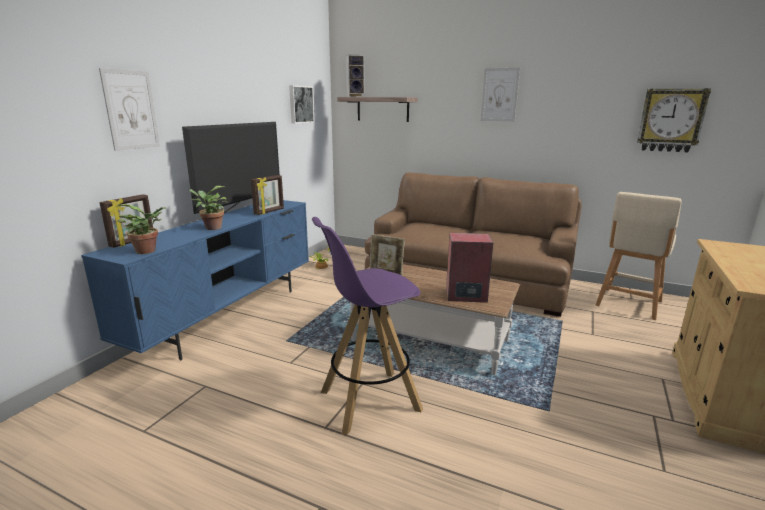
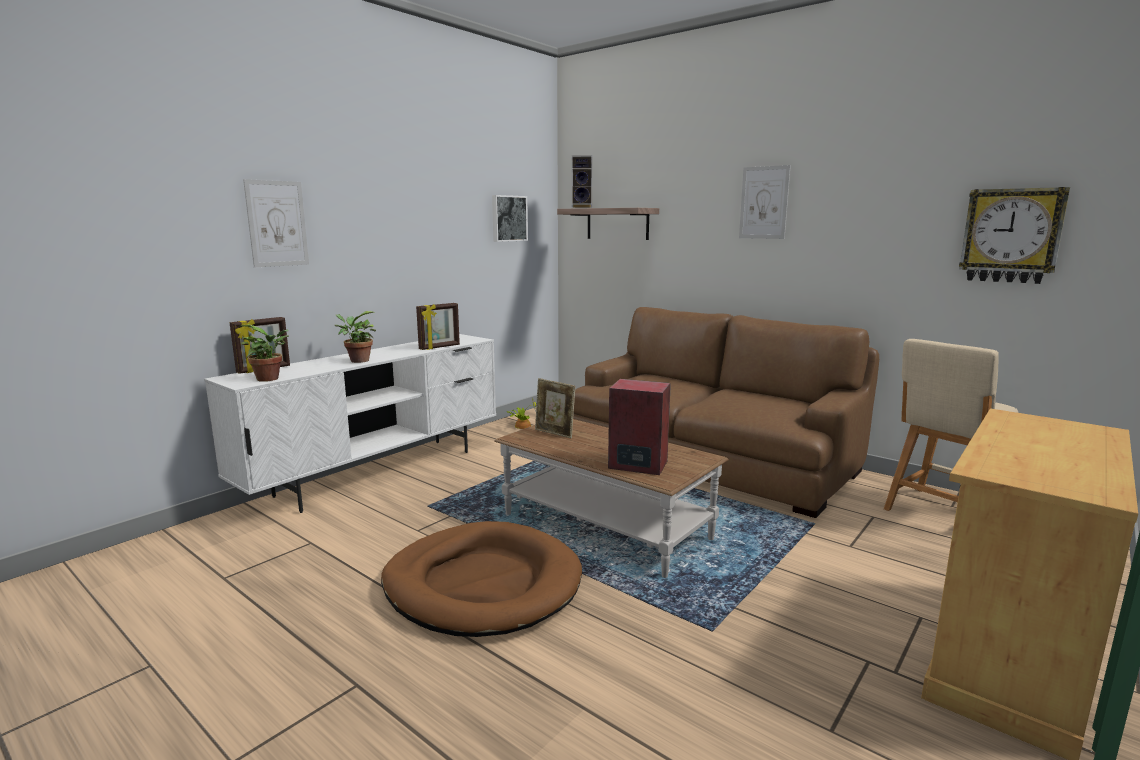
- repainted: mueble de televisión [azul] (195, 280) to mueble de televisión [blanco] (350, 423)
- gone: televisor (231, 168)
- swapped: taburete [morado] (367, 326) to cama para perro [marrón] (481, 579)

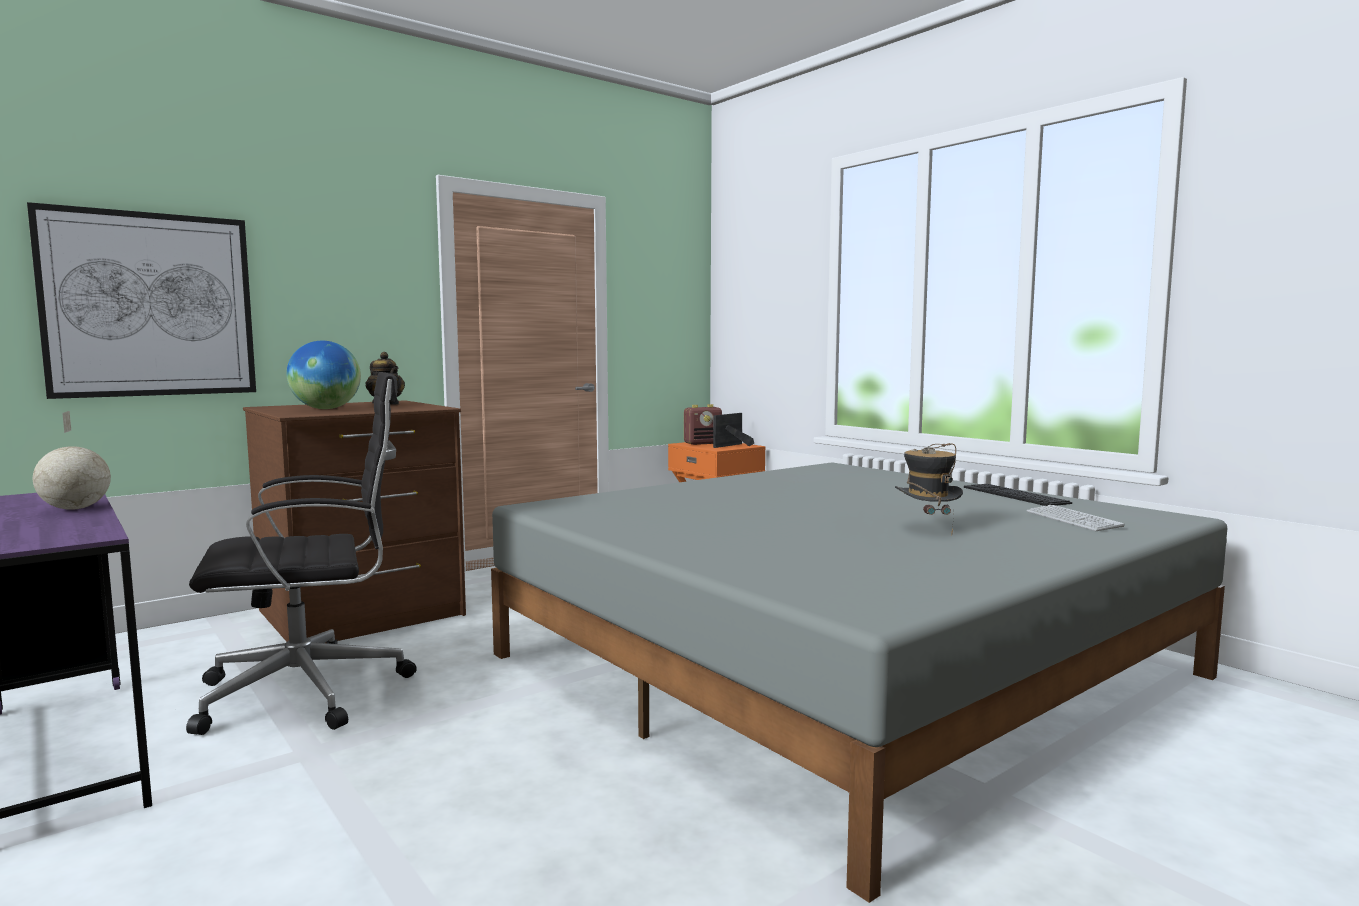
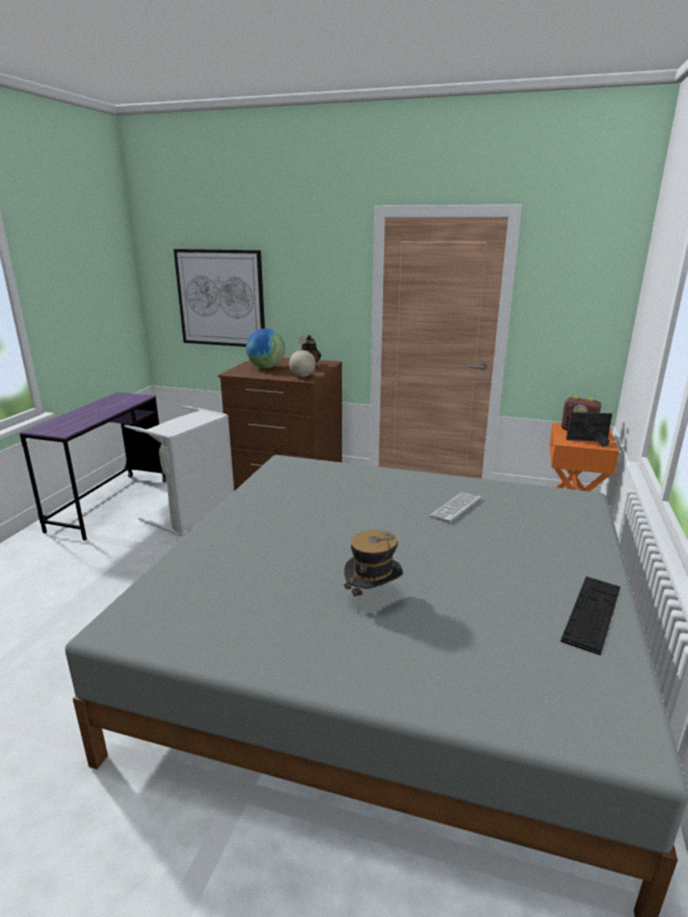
- shifted: globo terráqueo (72, 460) to (302, 356)
- swapped: silla de oficina [negro] (301, 553) to cesto de la ropa [gris] (179, 471)
- shifted: teclado (1076, 518) to (455, 507)

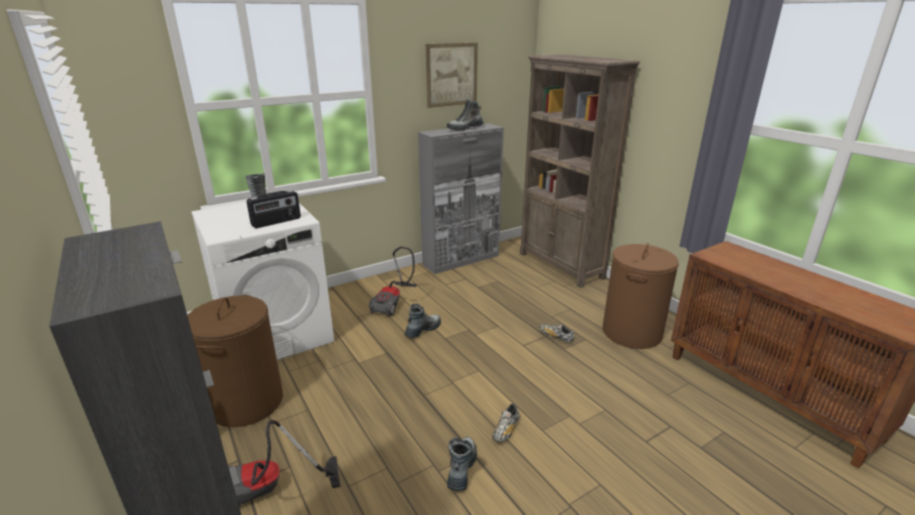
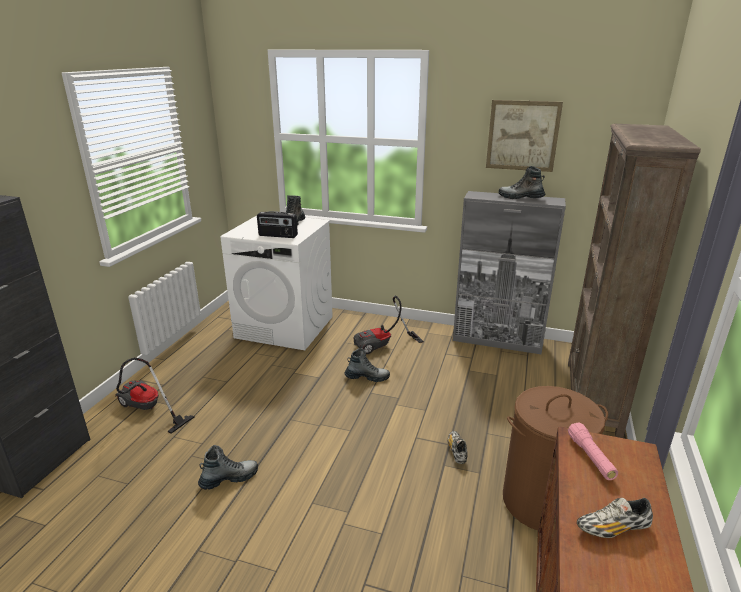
- gone: cesto de la ropa [marrón] (235, 361)
- shifted: zapato (505, 423) to (615, 518)
- new: linterna [rosa] (593, 451)

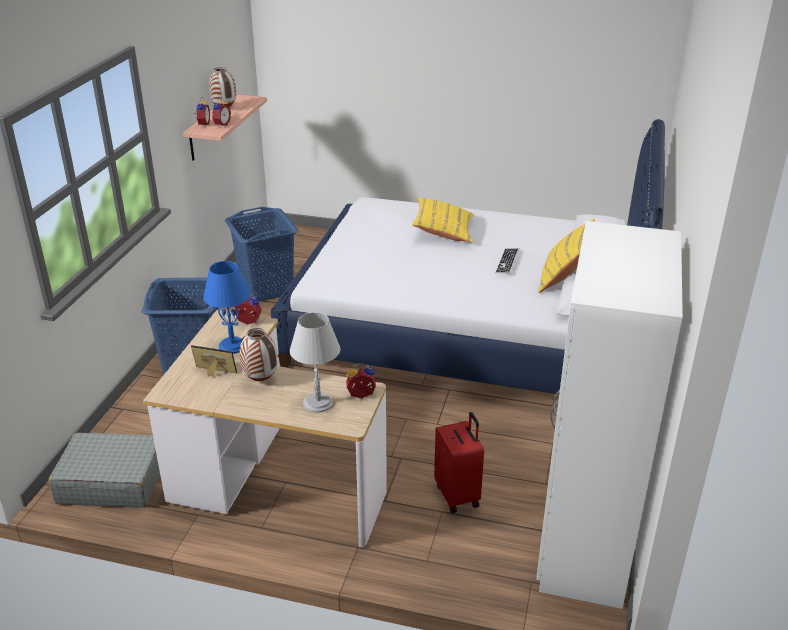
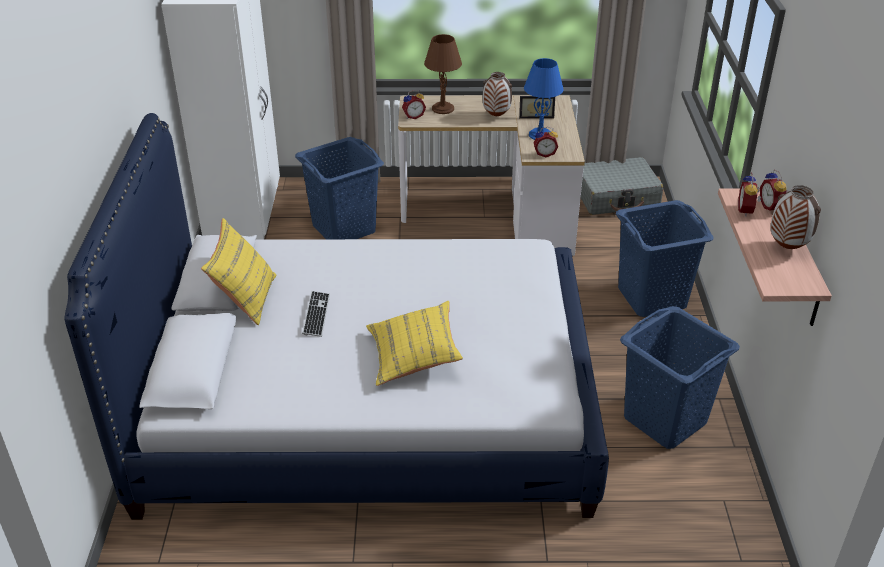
- repainted: lámpara de mesa [gris] (315, 362) to lámpara de mesa [marrón] (443, 74)
- swapped: maleta [rojo] (459, 462) to cesto de la ropa [azul] (339, 188)

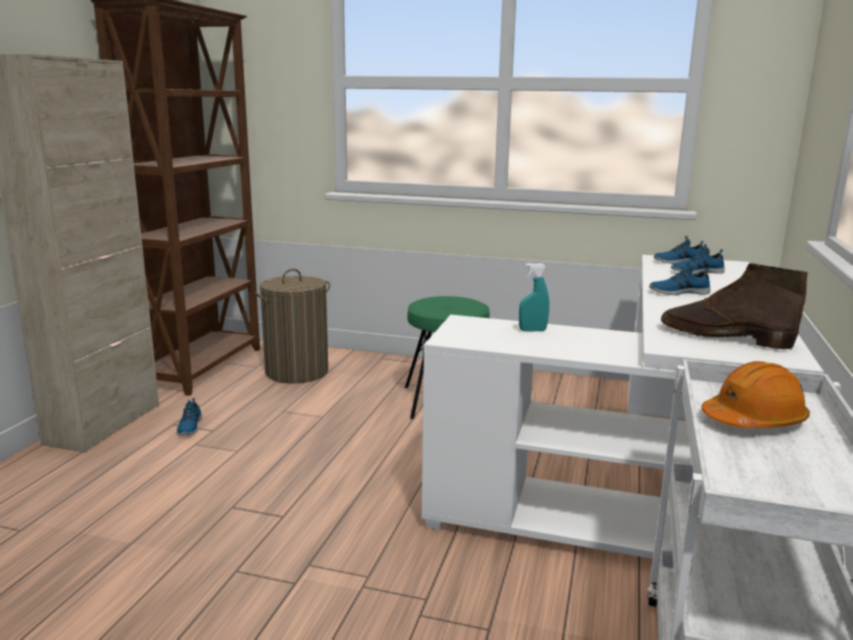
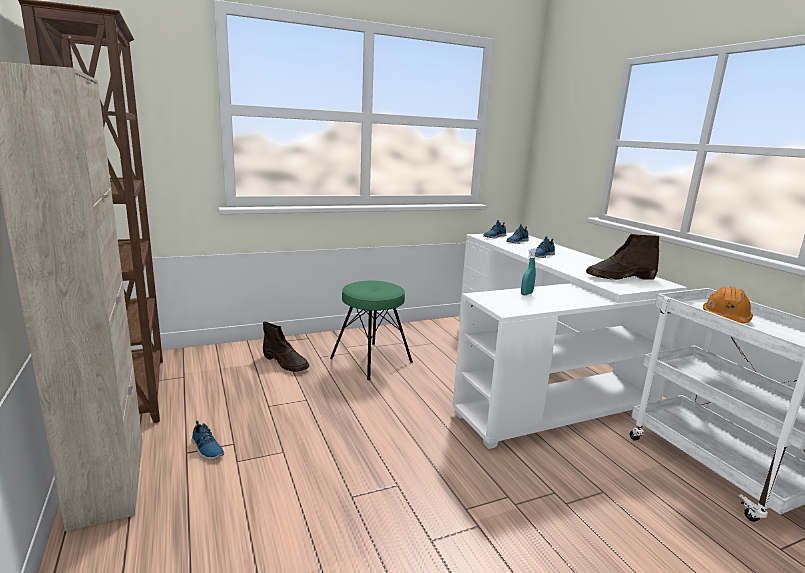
- gone: cesto de la ropa (292, 326)
- new: bota [marrón] (286, 346)

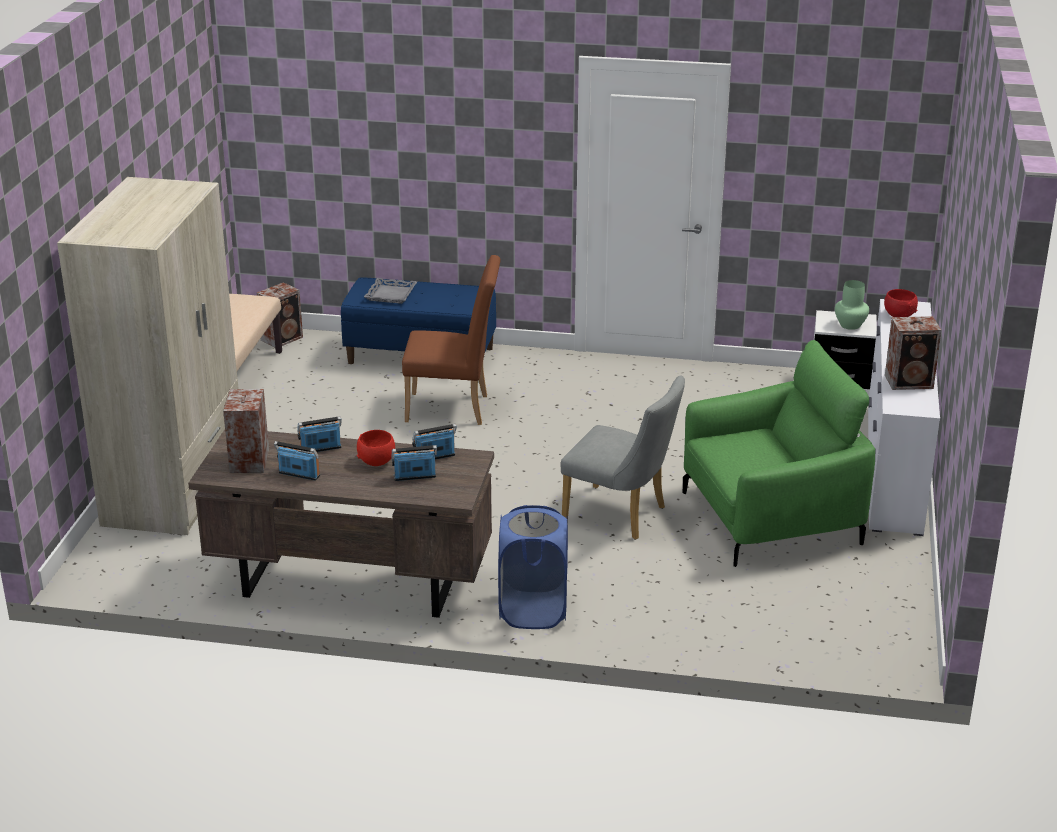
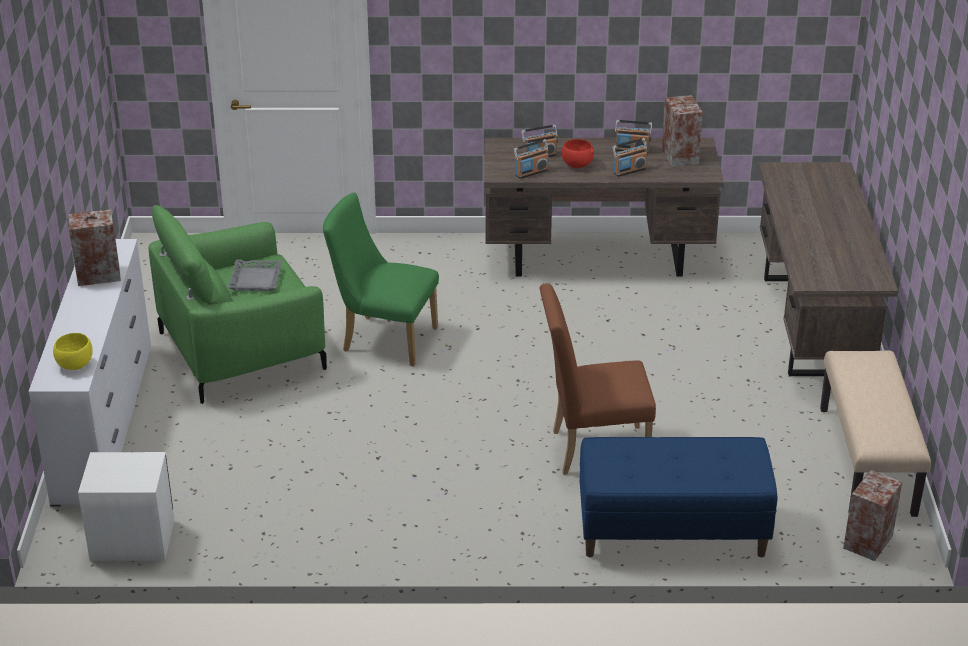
- swapped: armario ropero [beis] (148, 356) to escritorio [marrón] (828, 269)
- shifted: bandeja [gris] (390, 291) to (254, 275)
- gone: cesto de la ropa [azul] (533, 567)
- repainted: silla [gris] (623, 457) to silla [verde] (381, 279)
- gone: florero [verde] (852, 305)
- repainted: cuenco [rojo] (901, 303) to cuenco [amarillo] (73, 351)

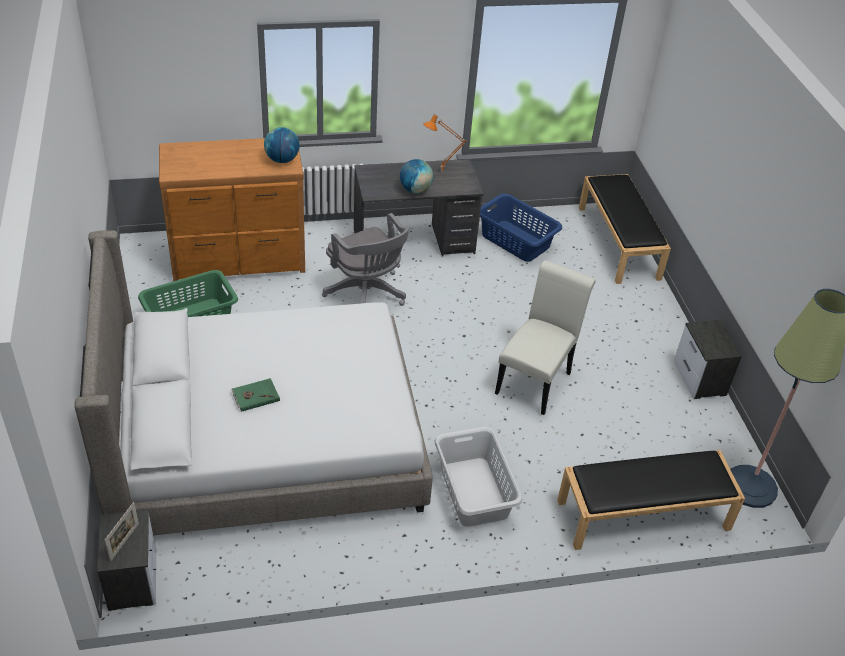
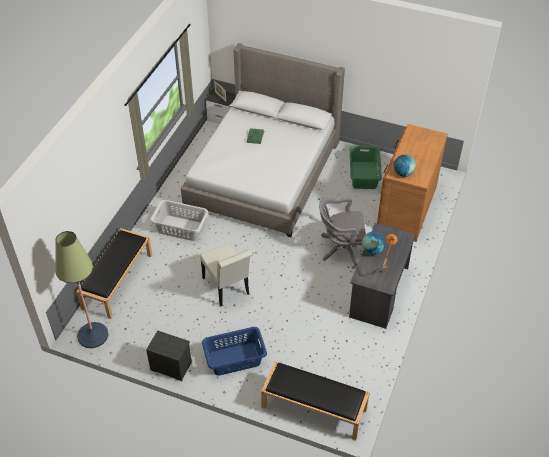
- shifted: cesto de la ropa [azul] (521, 227) to (234, 351)

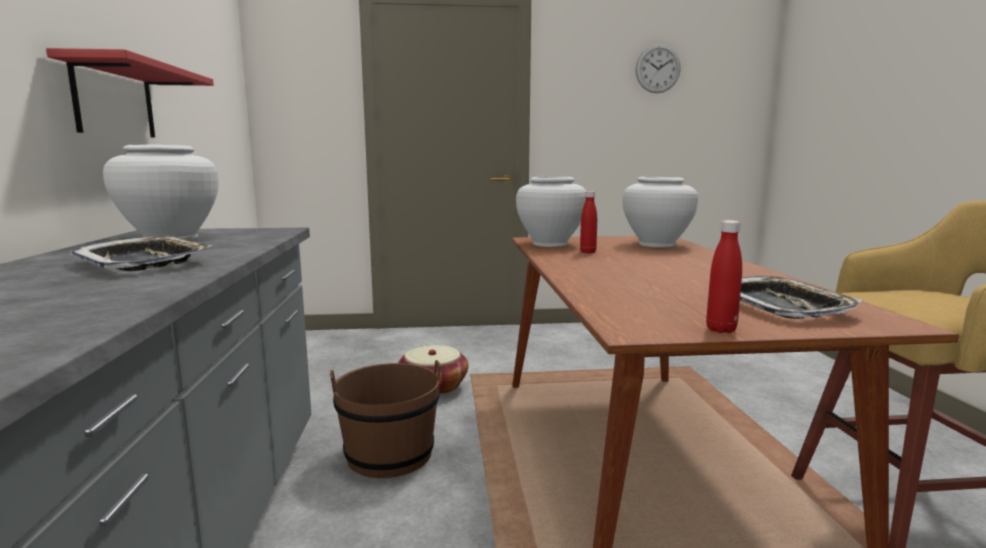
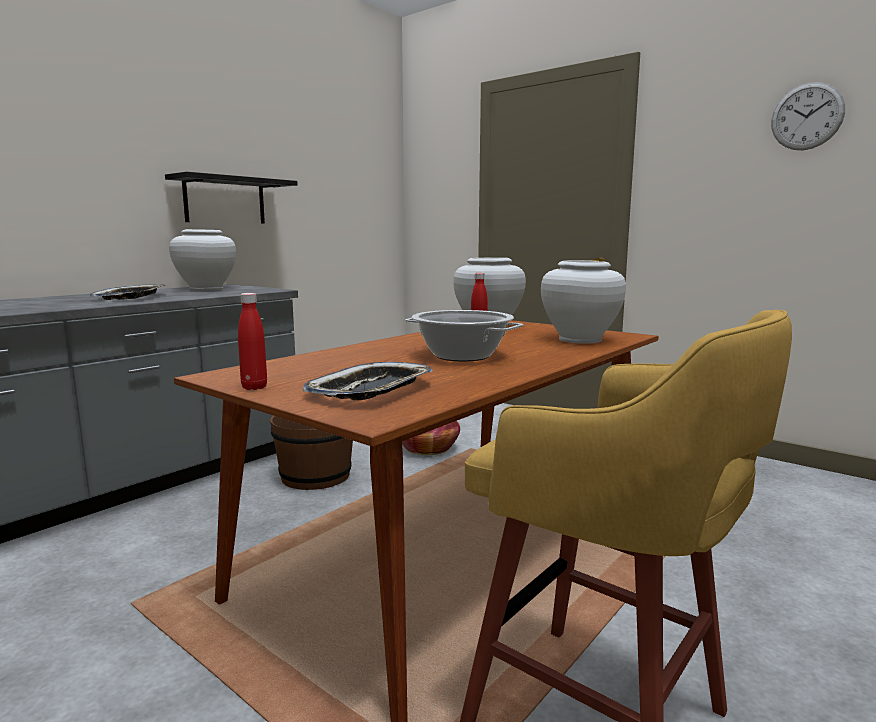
- repainted: estante [rojo] (130, 92) to estante [negro] (231, 198)
- new: olla (464, 335)

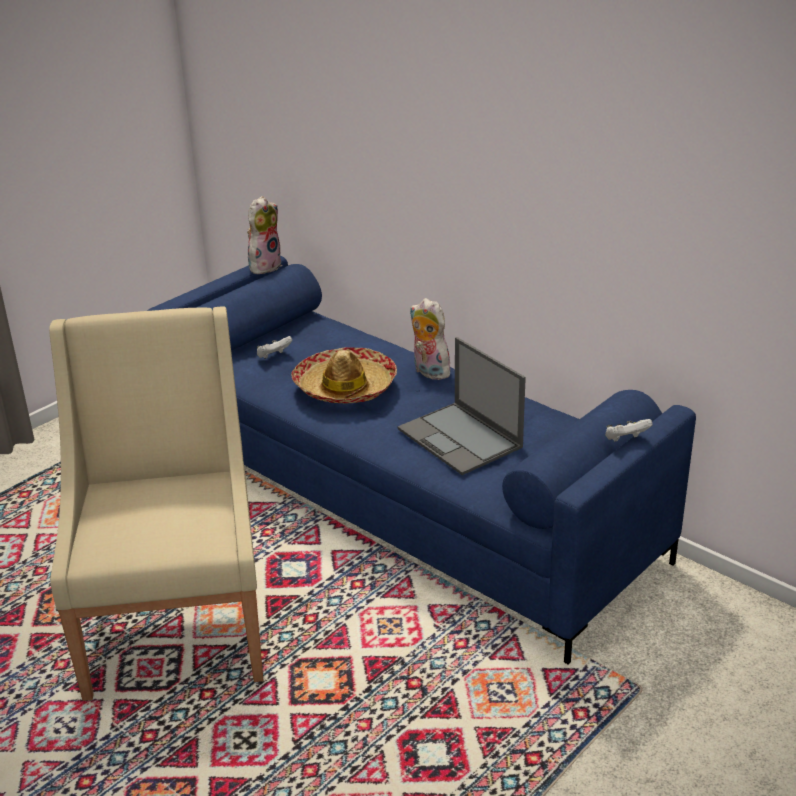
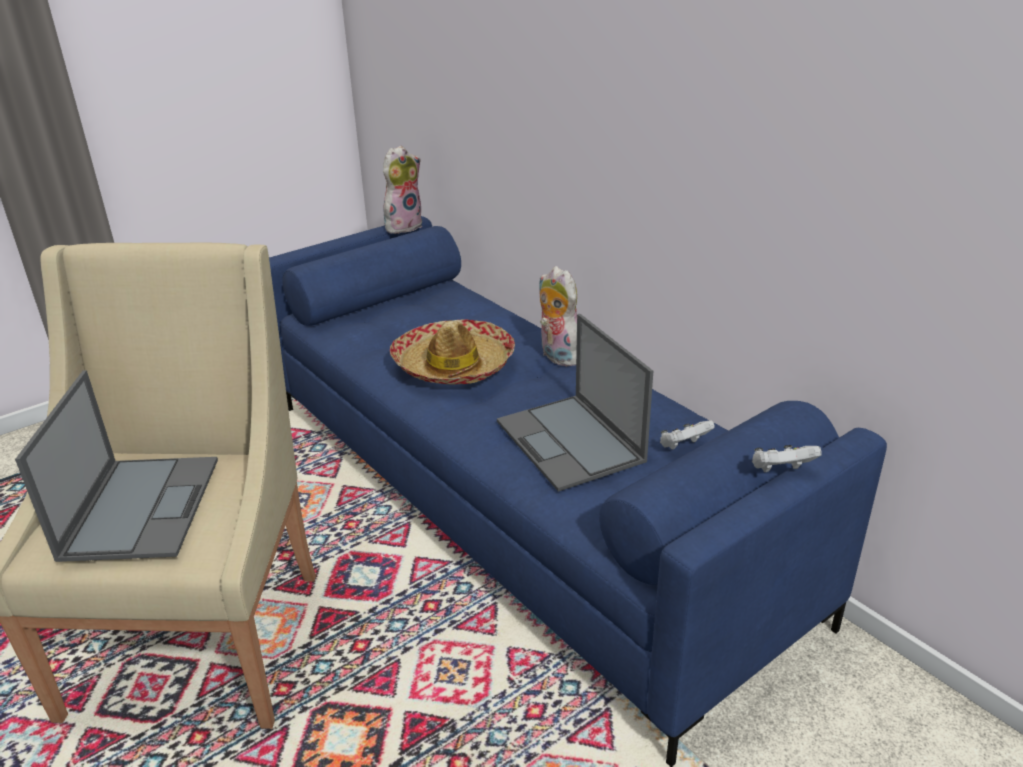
- shifted: mando de consola [blanco] (274, 347) to (687, 435)
- new: portátil (116, 466)

